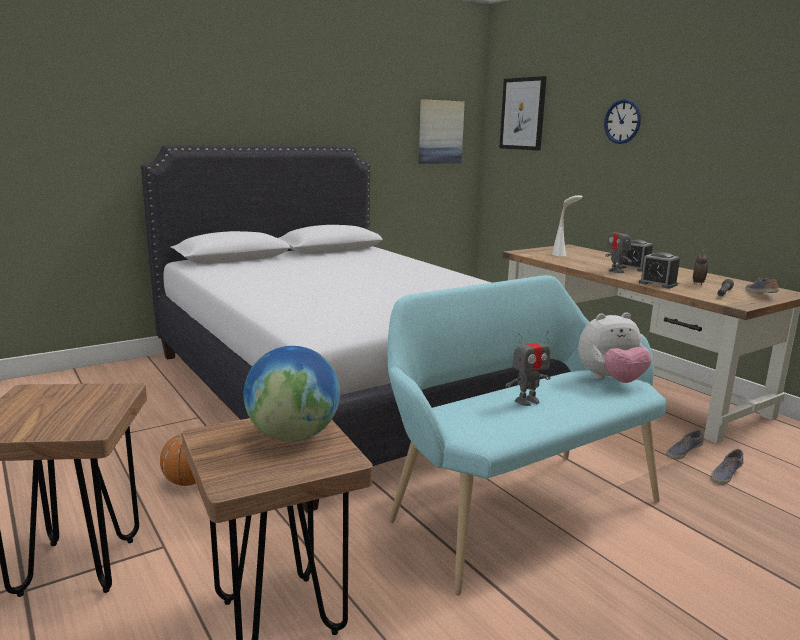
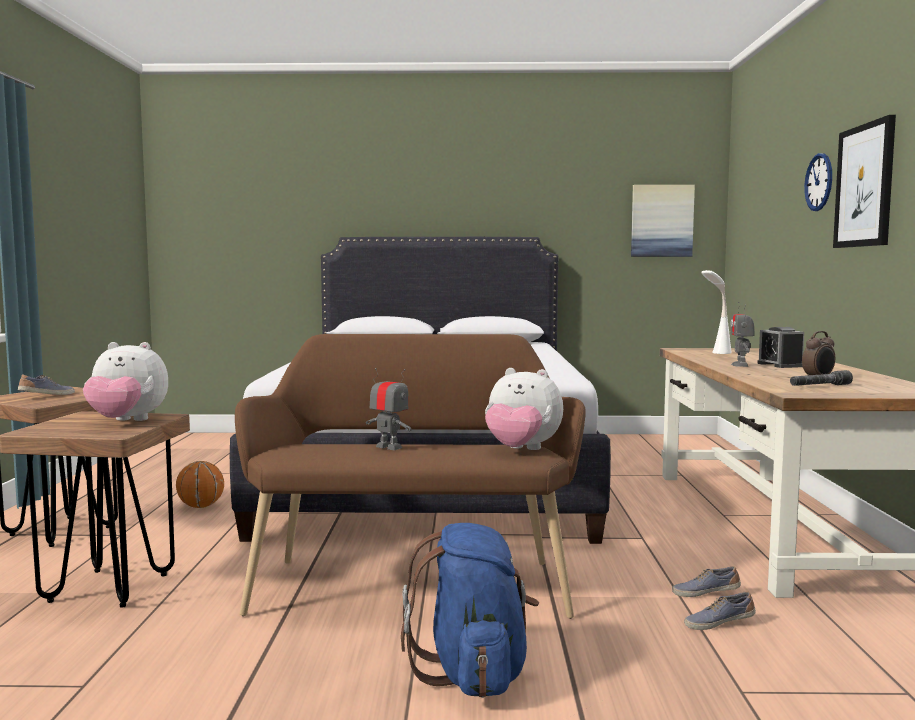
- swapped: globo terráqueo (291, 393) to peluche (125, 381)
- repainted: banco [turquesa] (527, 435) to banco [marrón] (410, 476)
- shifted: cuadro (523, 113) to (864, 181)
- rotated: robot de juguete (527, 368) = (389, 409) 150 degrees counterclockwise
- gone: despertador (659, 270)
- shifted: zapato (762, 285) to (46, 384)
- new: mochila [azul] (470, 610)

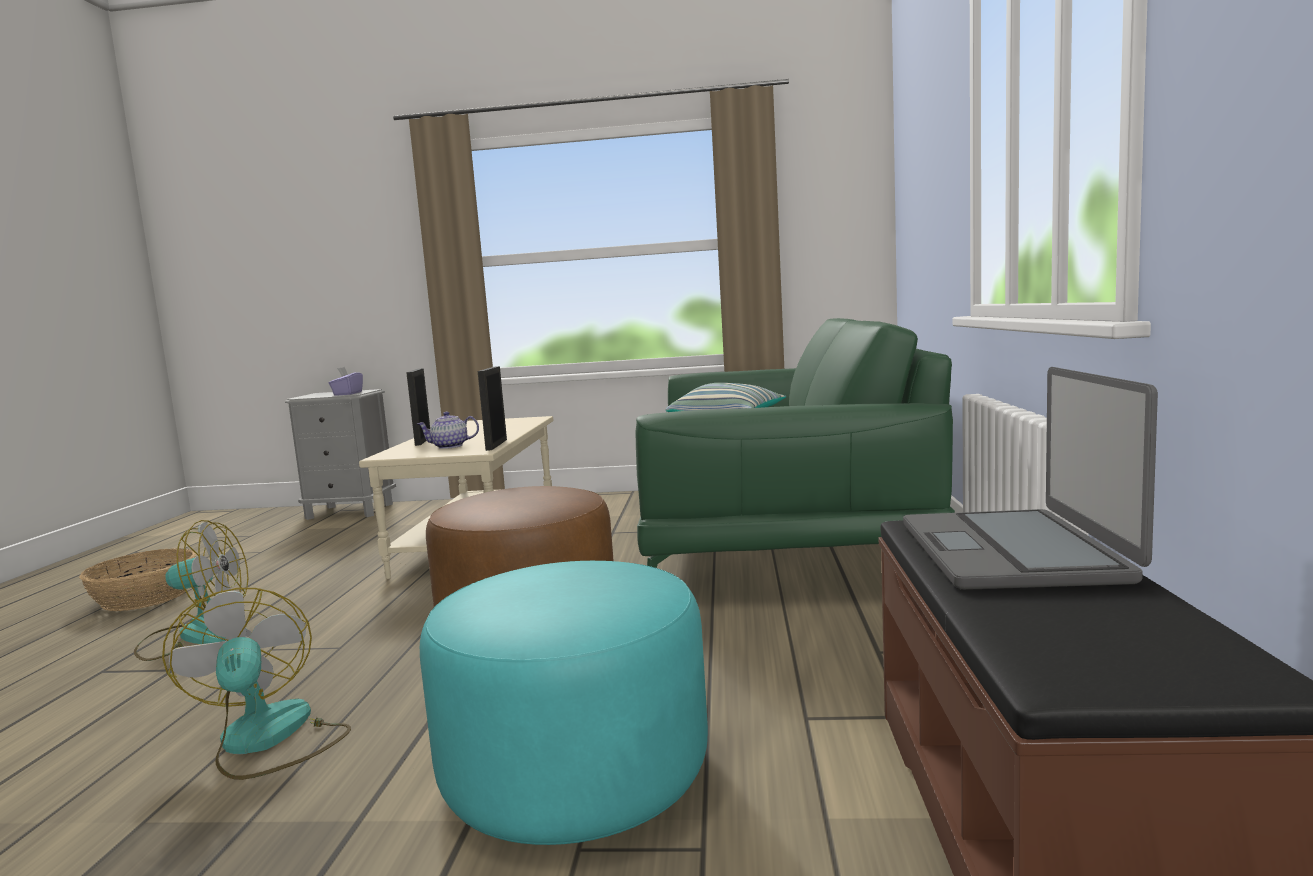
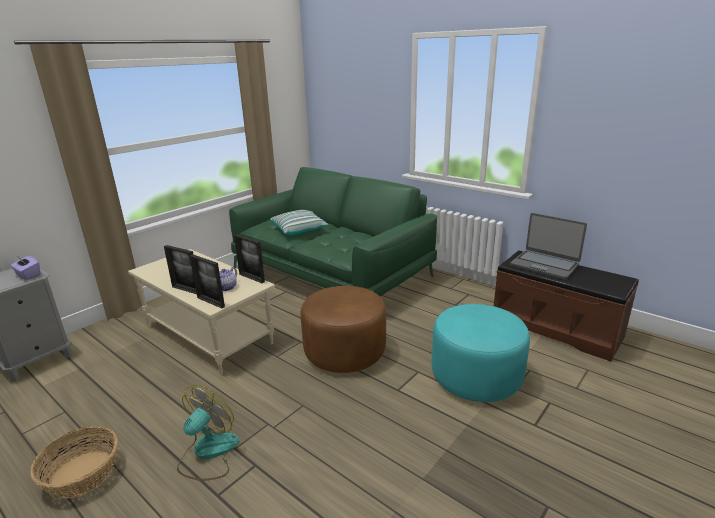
- gone: ventilador (256, 684)
- new: portarretratos (207, 281)

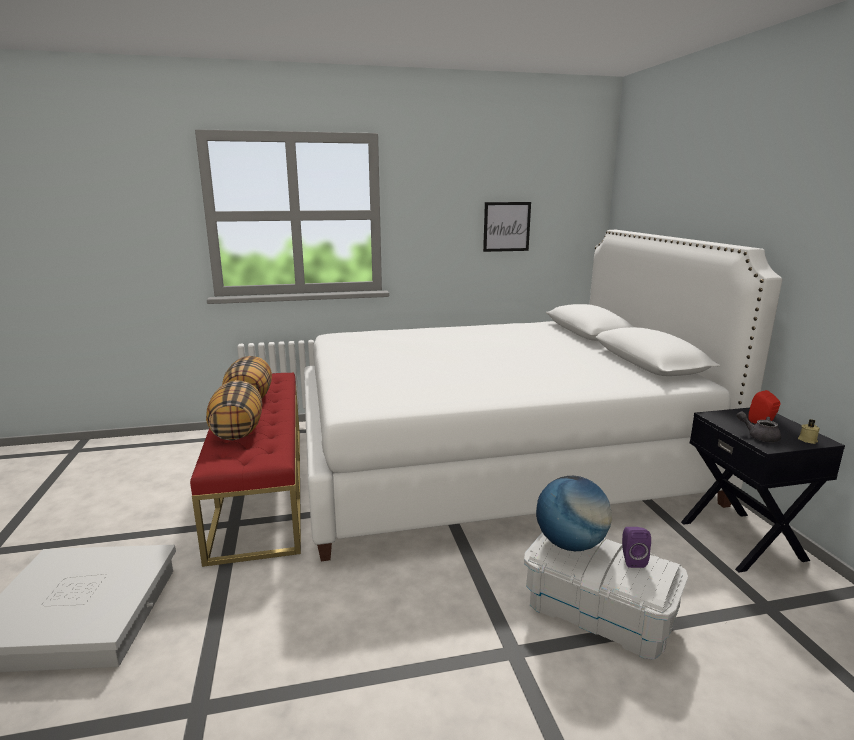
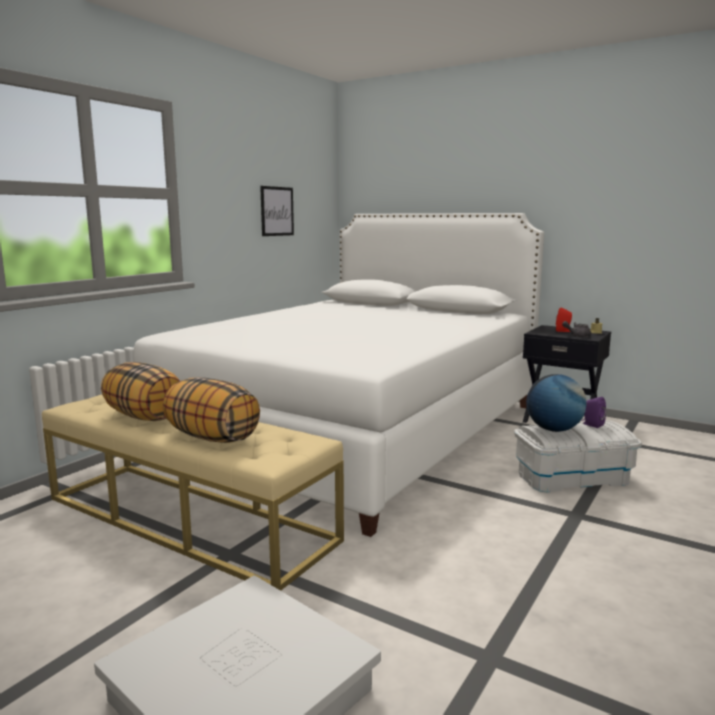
- repainted: banco [rojo] (245, 470) to banco [beis] (193, 492)

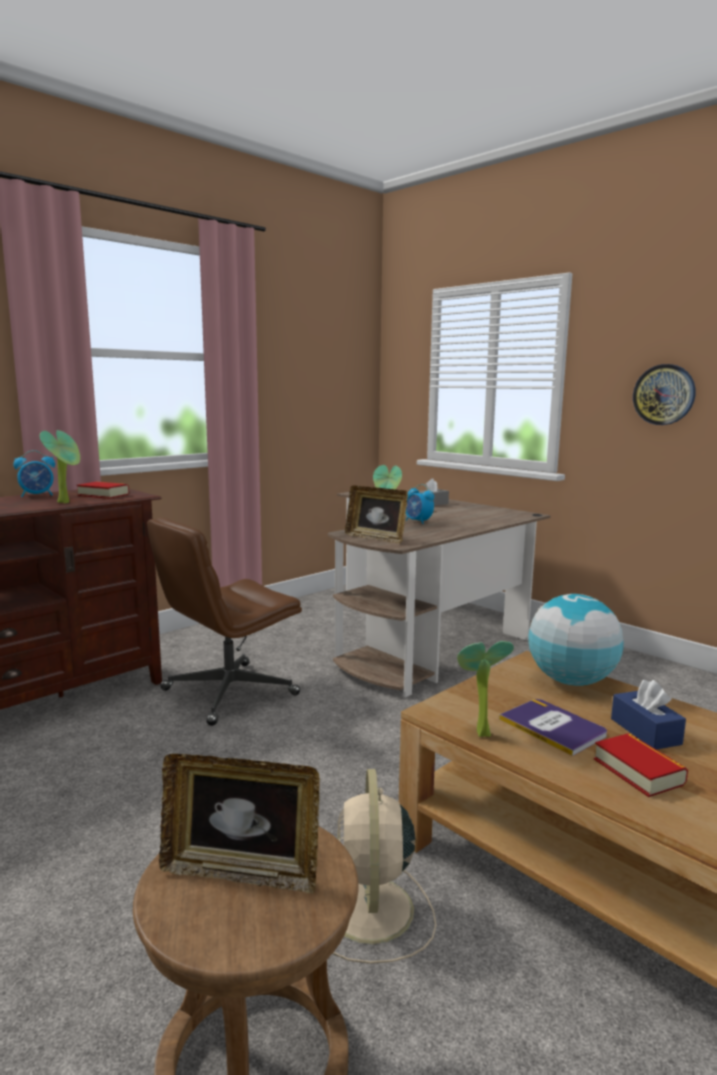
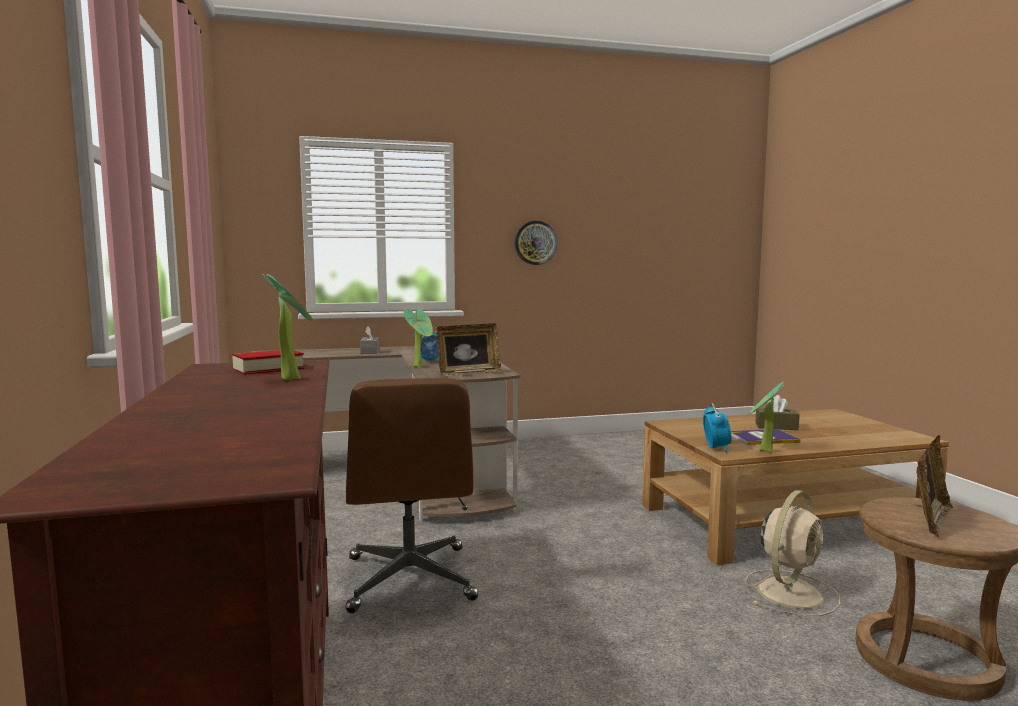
- shifted: despertador (34, 473) to (717, 428)
- rotated: ventilador [beis] (384, 866) = (792, 553) 75 degrees counterclockwise
- gone: globo terráqueo (576, 640)
- gone: libro (641, 765)
- repainted: caja de pañuelos [azul] (648, 715) to caja de pañuelos [marrón] (777, 412)

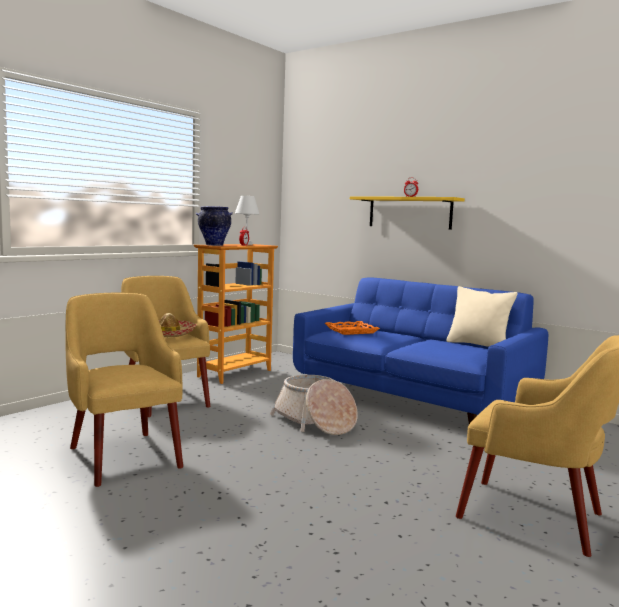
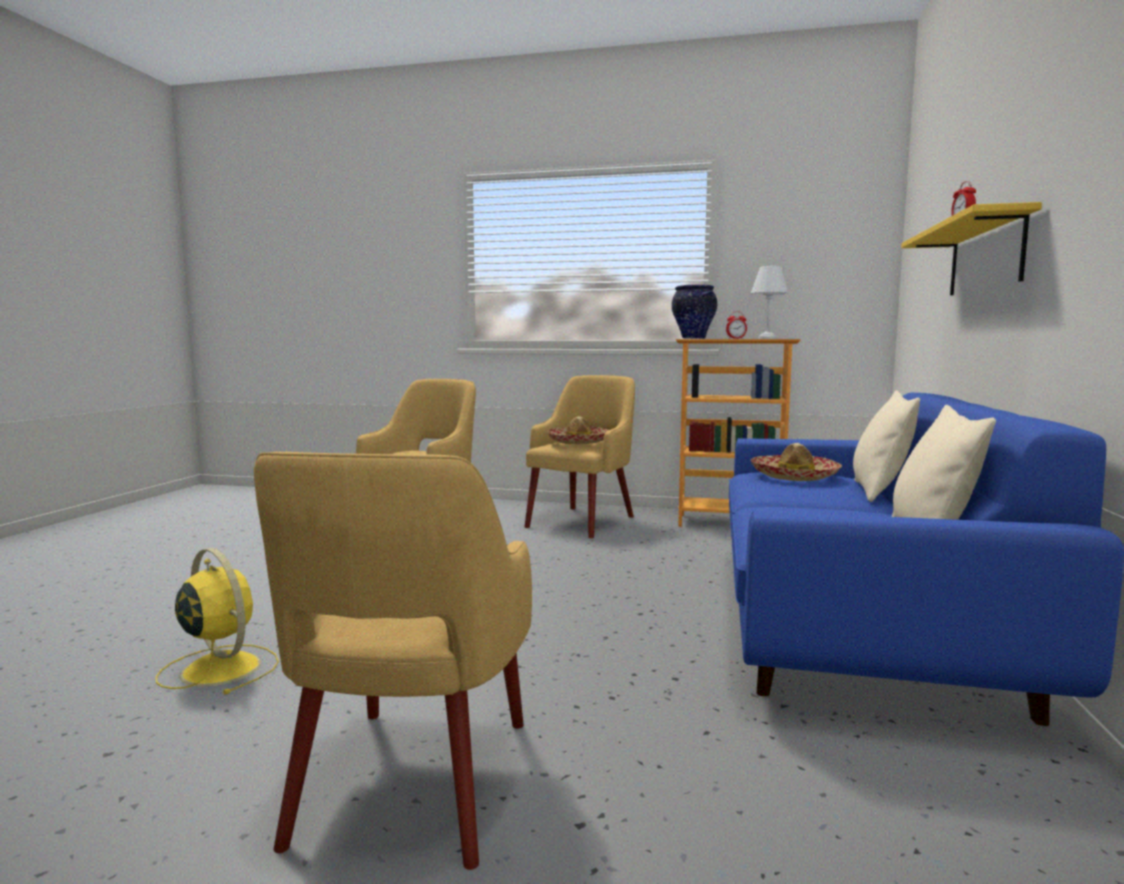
- gone: cesta (314, 405)
- swapped: bandeja [naranja] (352, 328) to sombrero (796, 462)
- new: ventilador [amarillo] (217, 621)
- new: cojín [beis] (886, 446)

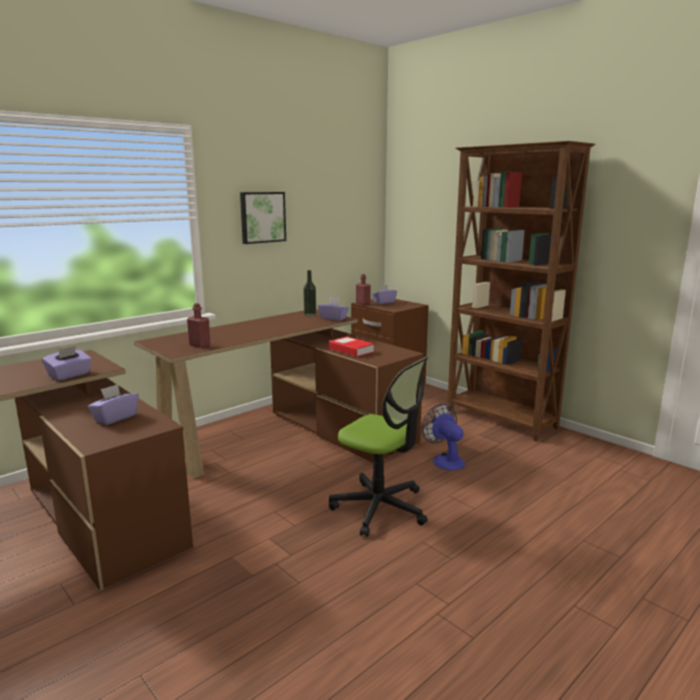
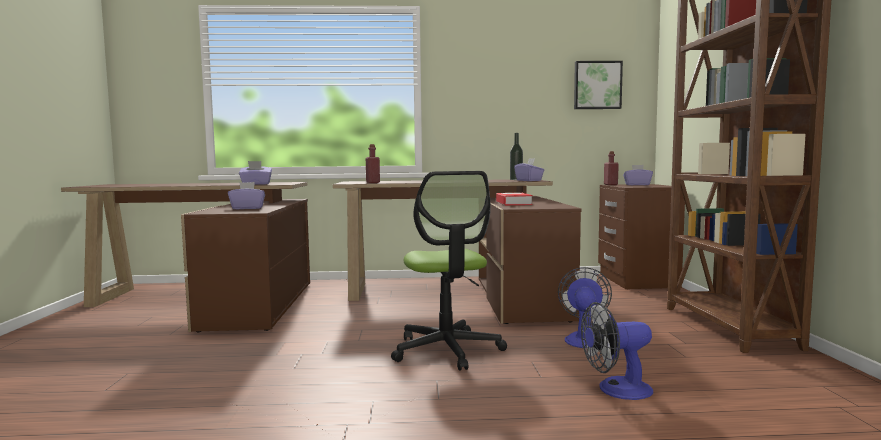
- shifted: cuadro (263, 218) to (598, 85)
- new: ventilador (617, 351)

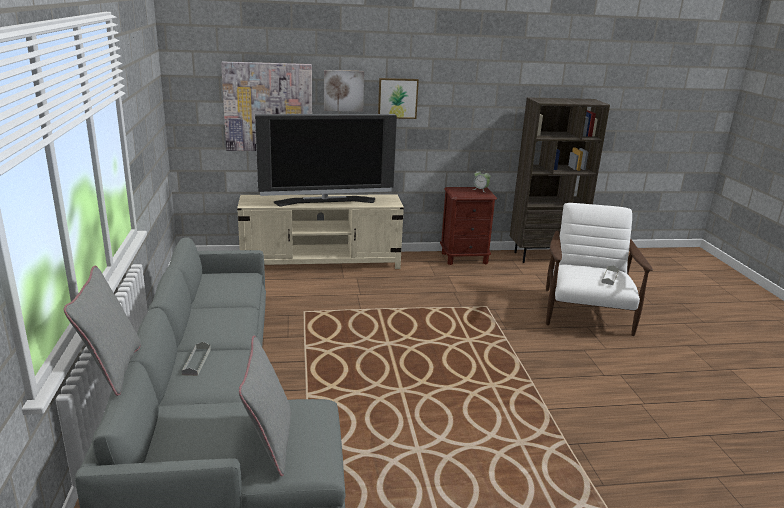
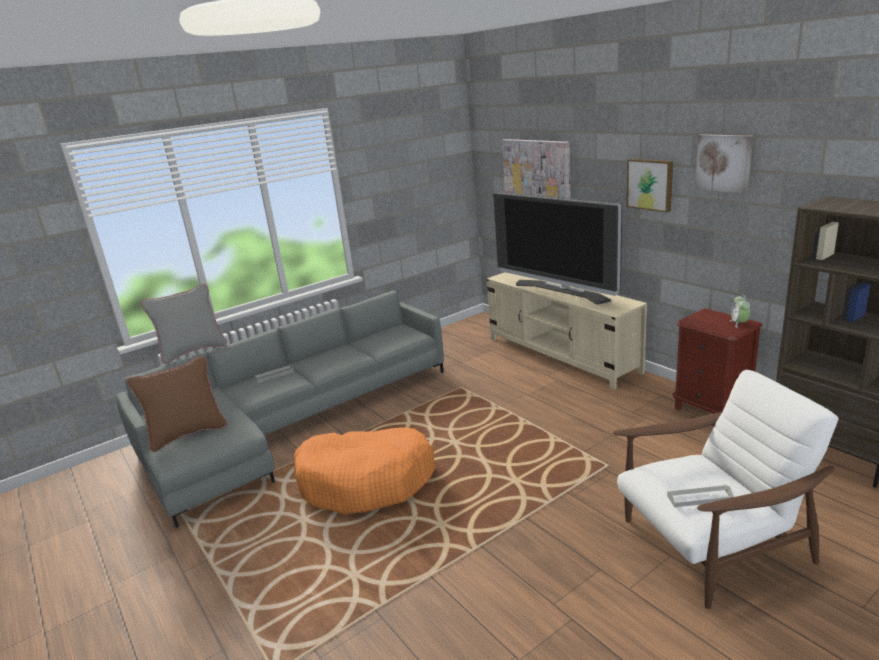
- repainted: cojín [gris] (265, 406) to cojín [marrón] (176, 404)
- shifted: cuadro (344, 91) to (724, 164)
- new: cama para perro [naranja] (364, 470)

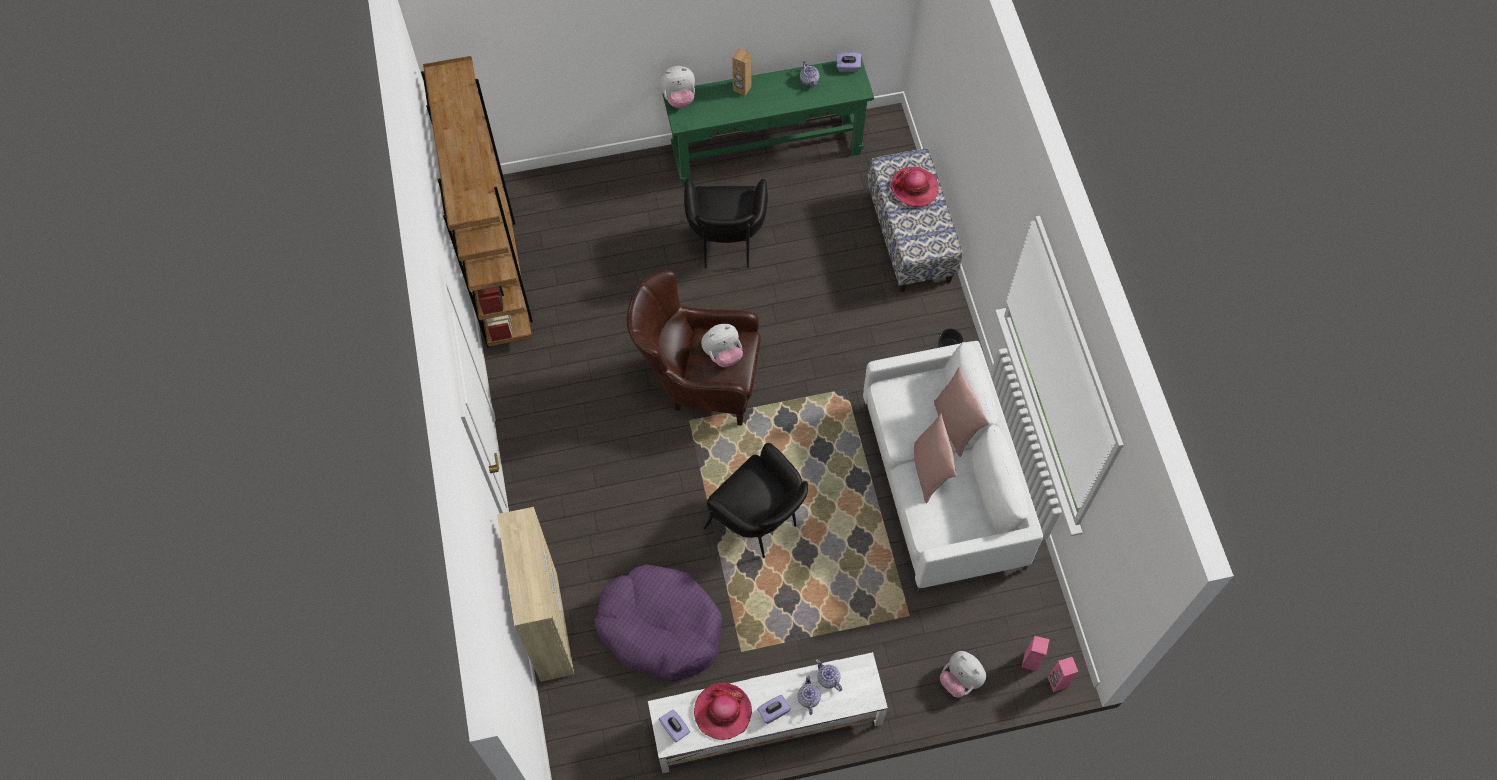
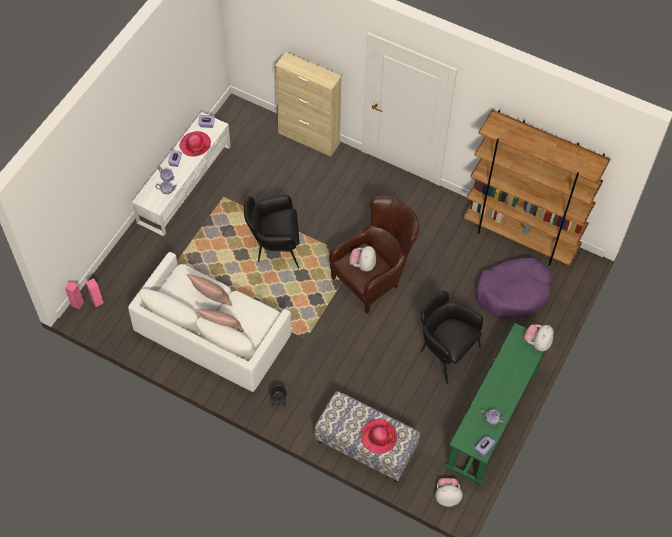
- shifted: cama para perro [morado] (658, 623) to (513, 288)
- gone: altavoz [marrón] (742, 72)
- shifted: peluche (963, 674) to (448, 492)

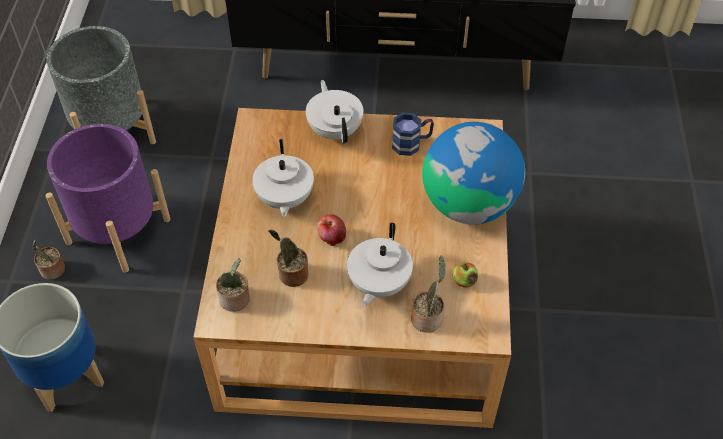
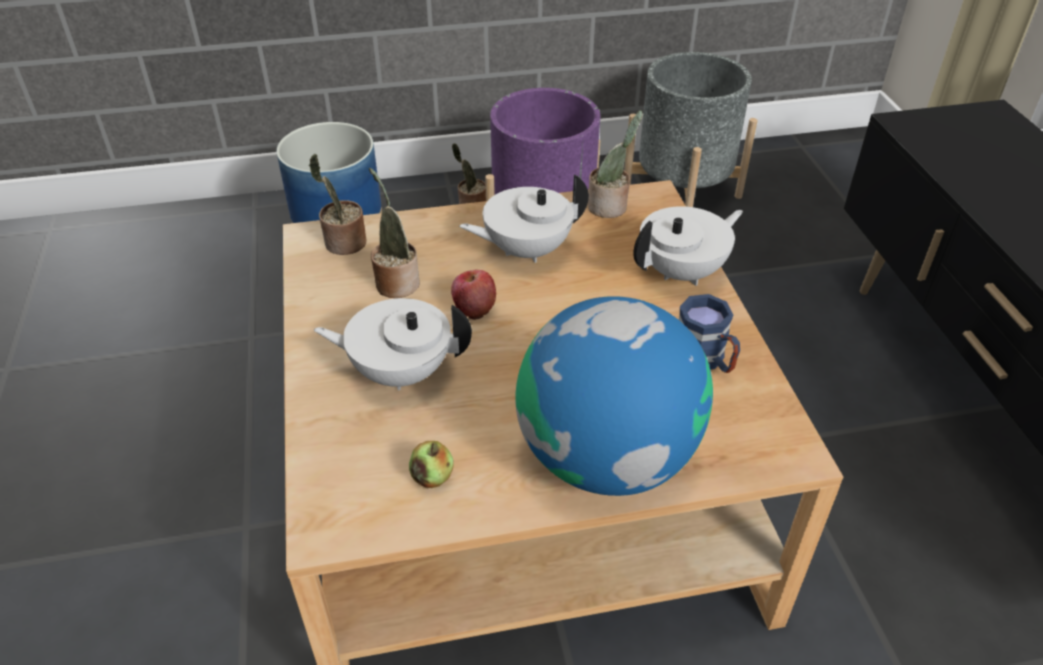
- shifted: planta en maceta (428, 293) to (615, 164)

